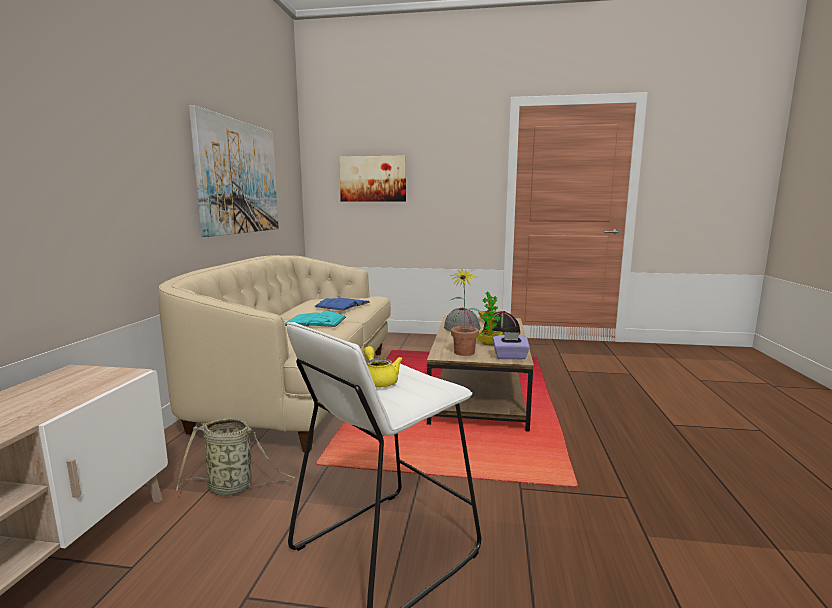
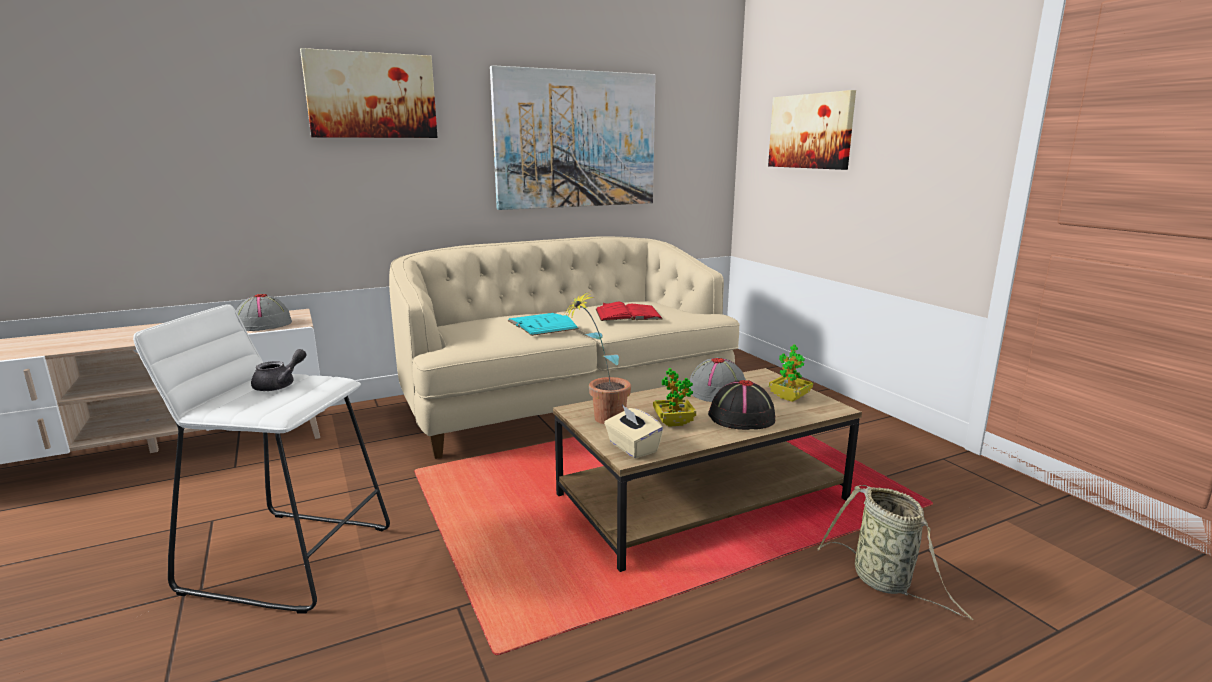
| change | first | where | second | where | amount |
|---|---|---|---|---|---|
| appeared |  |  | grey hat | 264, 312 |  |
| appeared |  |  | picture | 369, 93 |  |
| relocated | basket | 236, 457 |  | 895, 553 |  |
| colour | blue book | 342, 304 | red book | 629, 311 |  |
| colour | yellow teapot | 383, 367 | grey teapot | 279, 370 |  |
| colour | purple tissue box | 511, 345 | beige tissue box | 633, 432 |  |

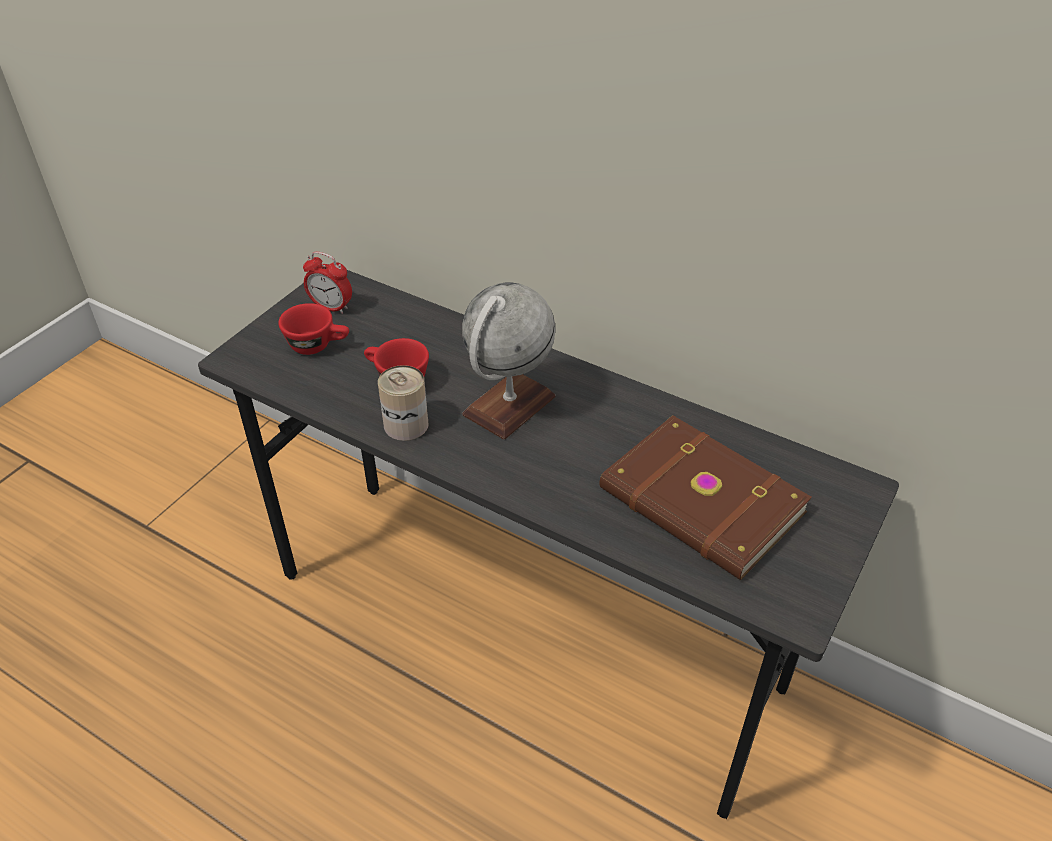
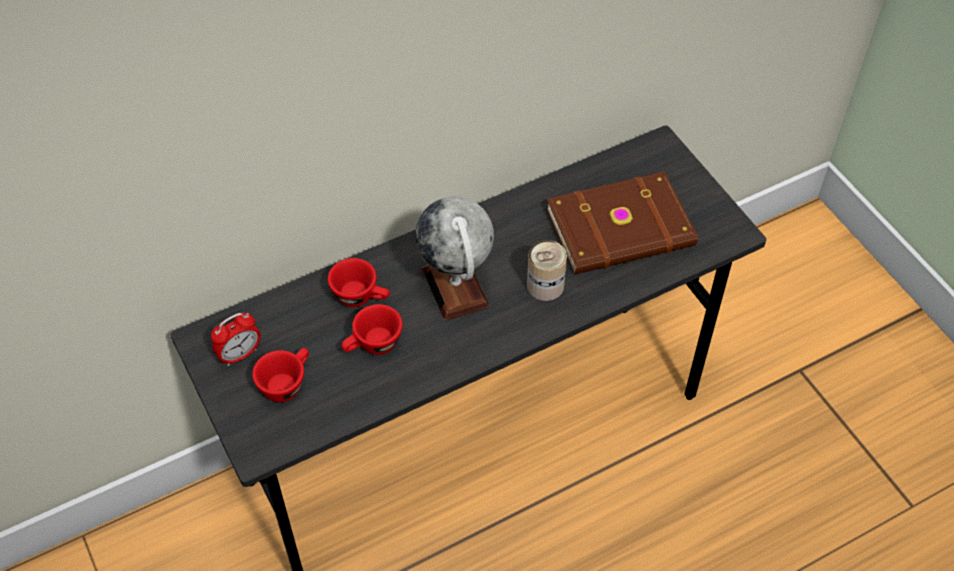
| change | first | where | second | where | amount |
|---|---|---|---|---|---|
| appeared |  |  | red cup | 359, 282 |  |
| relocated | can | 403, 403 |  | 547, 270 |  |

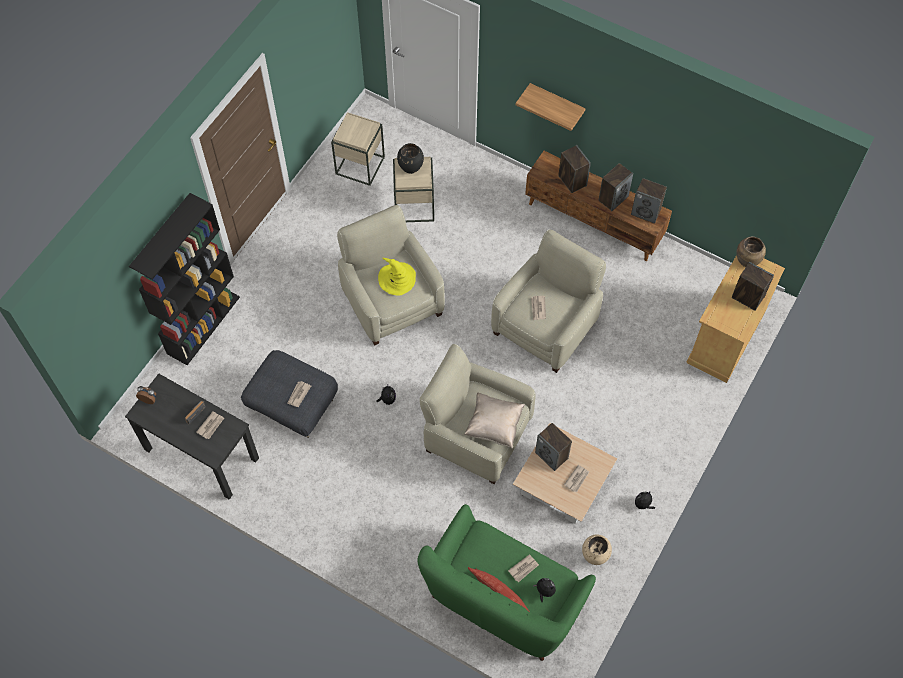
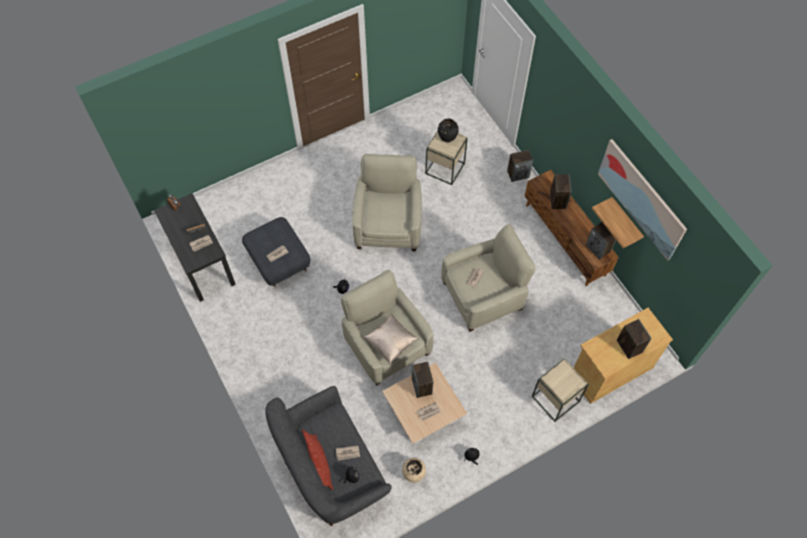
| change | first | where | second | where | amount |
|---|---|---|---|---|---|
| missing | black bookcase | 184, 279 |  |  |  |
| missing | yellow hat | 397, 277 |  |  |  |
| missing | brown vase | 751, 252 |  |  |  |
| appeared |  |  | picture | 642, 200 |  |
| relocated | beige side table | 358, 149 |  | 560, 390 |  |
| relocated | shelf | 551, 107 |  | 618, 222 |  |
| relocated | speaker | 615, 187 |  | 520, 166 |  |
| colour | green sofa | 506, 582 | grey sofa | 328, 456 |  |

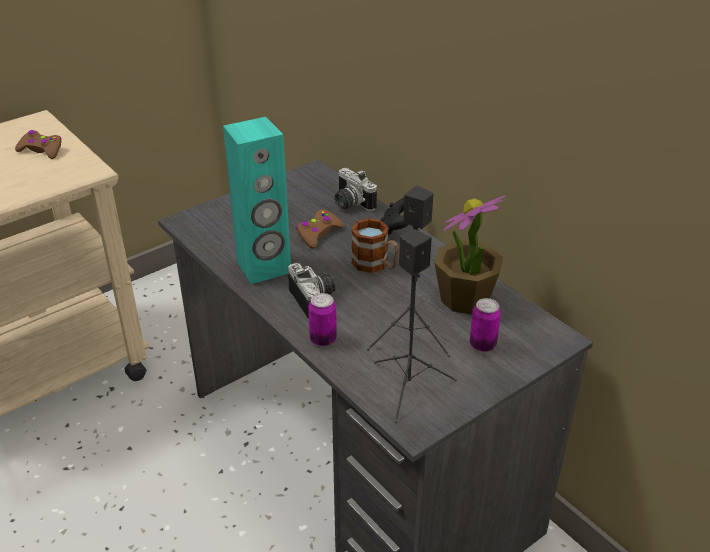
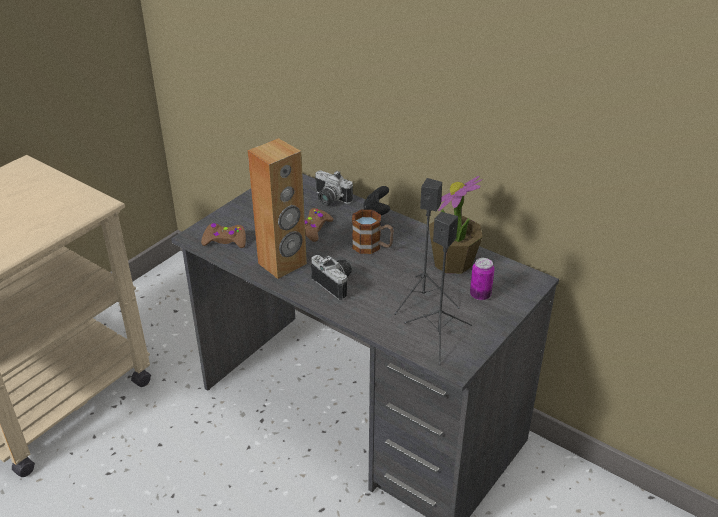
| change | first | where | second | where | amount |
|---|---|---|---|---|---|
| missing | can | 322, 319 |  |  |  |
| relocated | brown game controller | 38, 144 |  | 223, 235 |  |
| colour | turquoise speaker | 257, 200 | brown speaker | 277, 208 |  |

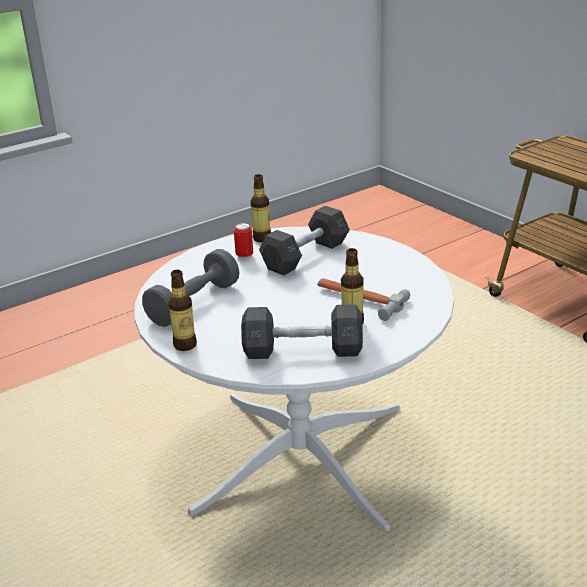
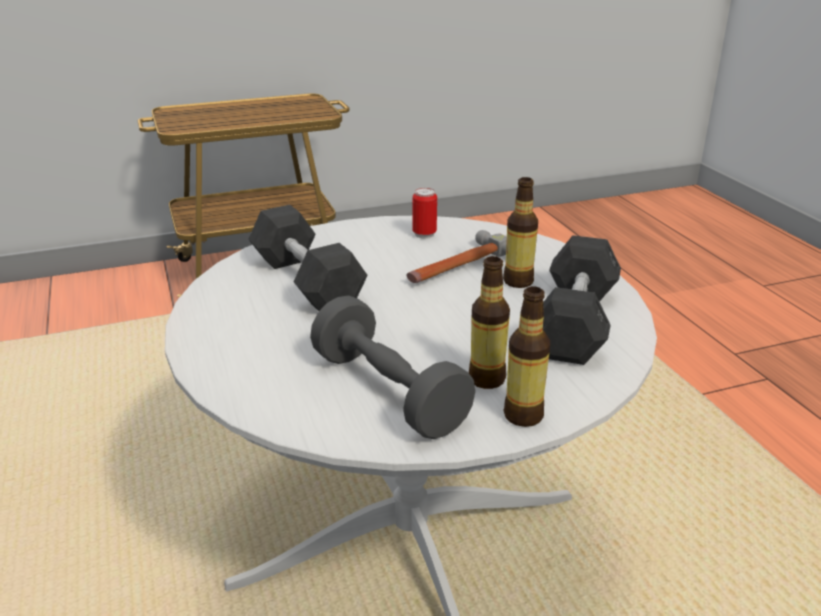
| change | first | where | second | where | amount |
|---|---|---|---|---|---|
| relocated | can | 243, 241 |  | 424, 213 |  |
| relocated | bottle | 260, 208 |  | 489, 322 |  |

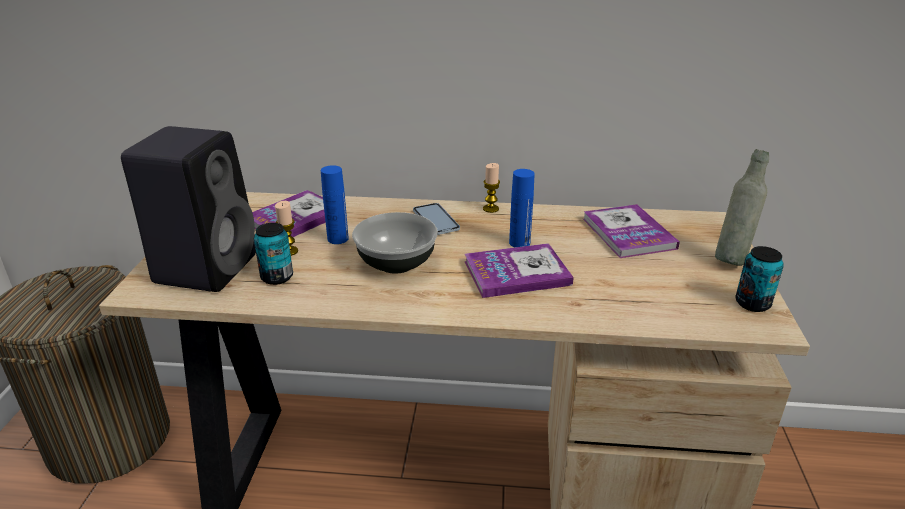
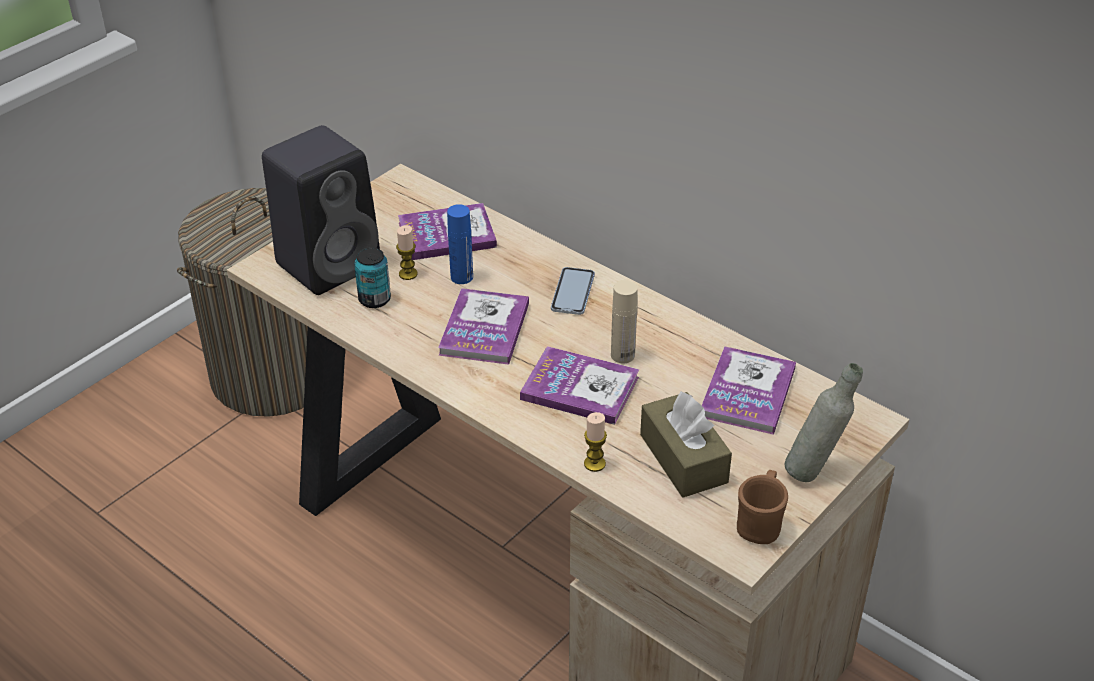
| change | first | where | second | where | amount |
|---|---|---|---|---|---|
| appeared |  |  | brown tissue box | 686, 444 |  |
| relocated | candle | 491, 188 |  | 595, 442 |  |
| exchanged | bowl | 395, 243 | book | 483, 326 |  |
| exchanged | can | 759, 279 | brown mug | 762, 507 |  |
| colour | blue bottle | 522, 208 | beige bottle | 624, 321 |  |

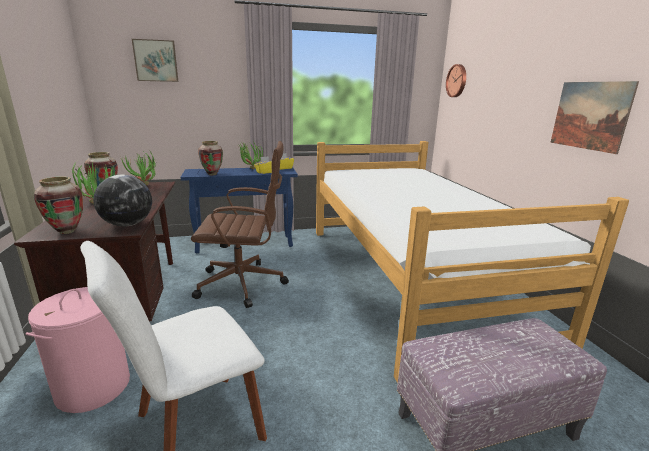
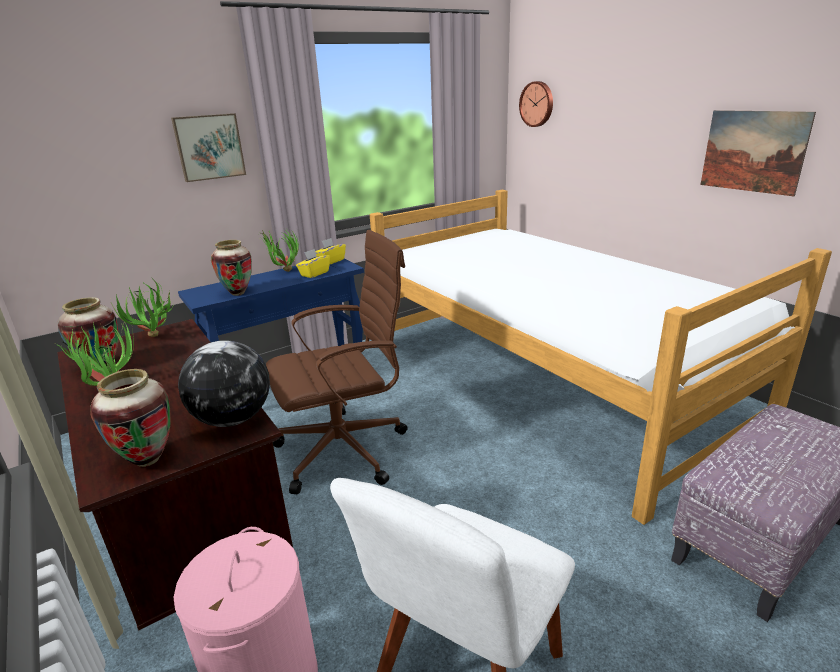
| change | first | where | second | where | amount |
|---|---|---|---|---|---|
| relocated | picture | 155, 60 |  | 208, 147 |  |

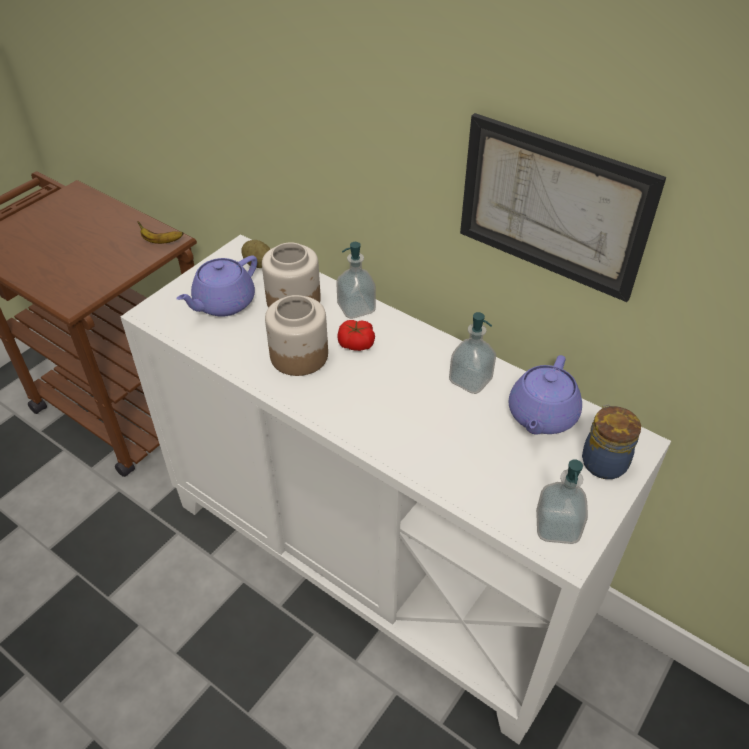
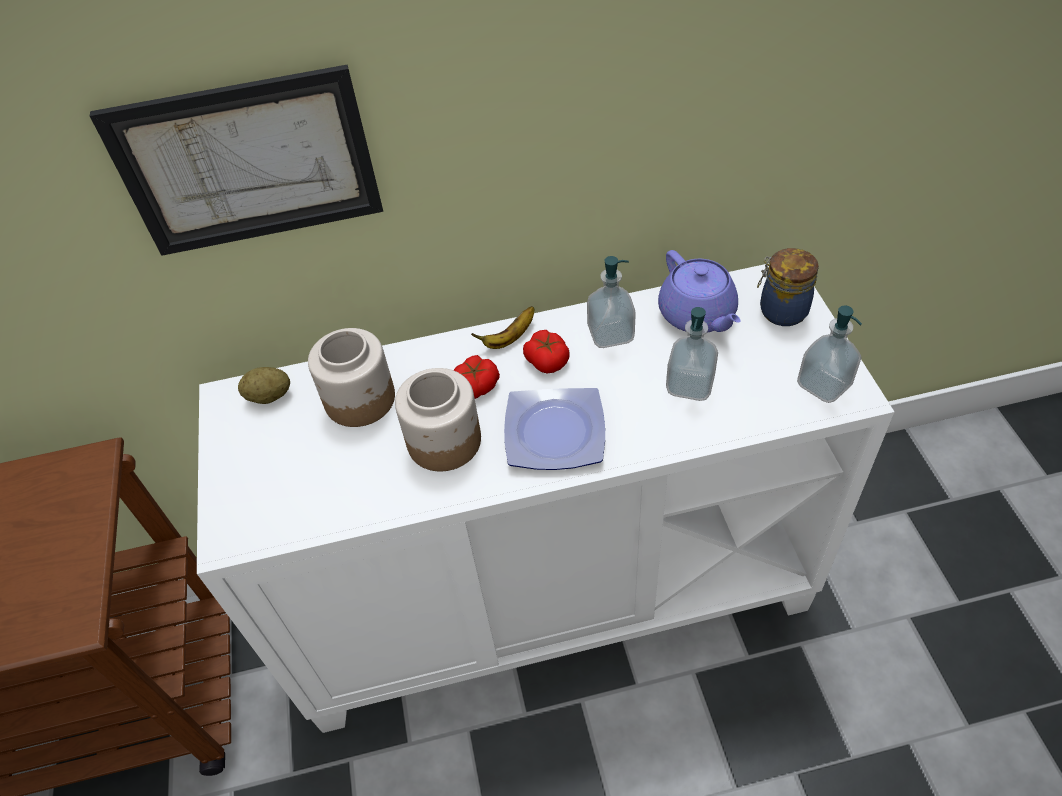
| change | first | where | second | where | amount |
|---|---|---|---|---|---|
| missing | purple teapot | 216, 286 |  |  |  |
| appeared |  |  | plate | 554, 429 |  |
| appeared |  |  | tomato | 546, 352 |  |
| relocated | banana | 160, 232 |  | 502, 327 |  |
| relocated | soap dispenser | 356, 280 |  | 692, 354 |  |
| relocated | picture | 563, 207 |  | 236, 160 |  |

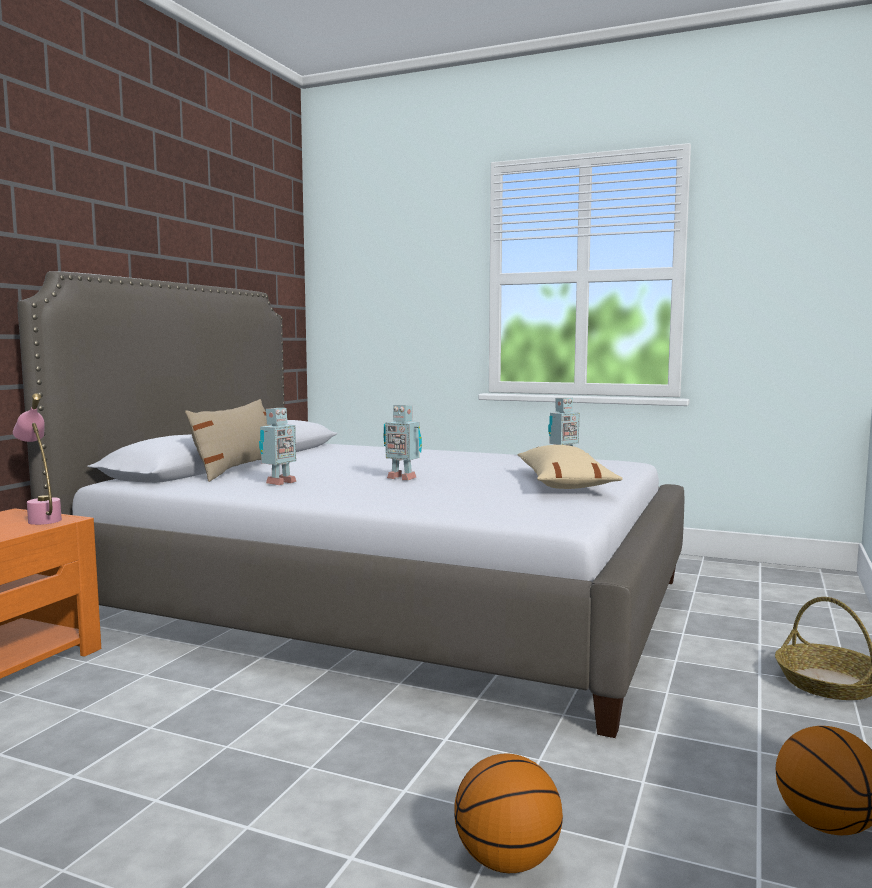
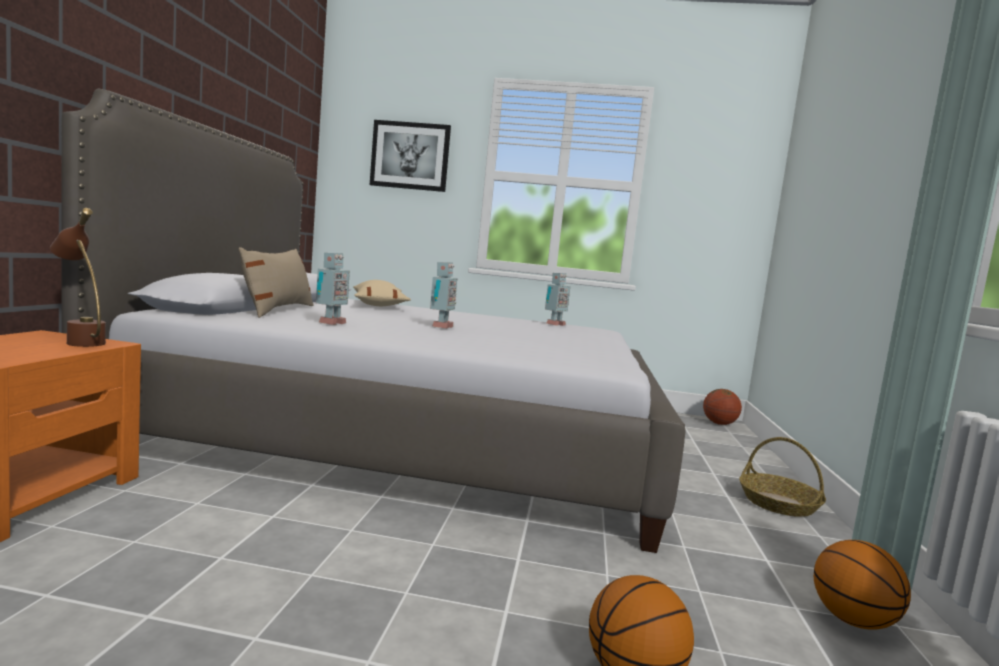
| change | first | where | second | where | amount |
|---|---|---|---|---|---|
| appeared |  |  | picture | 410, 156 |  |
| appeared |  |  | basketball | 722, 407 |  |
| relocated | beige pillow | 570, 467 |  | 382, 293 |  |
| colour | pink table lamp | 37, 459 | brown table lamp | 78, 277 |  |
| spun | toy robot | 402, 442 |  | 443, 295 | 90 degrees counterclockwise |

